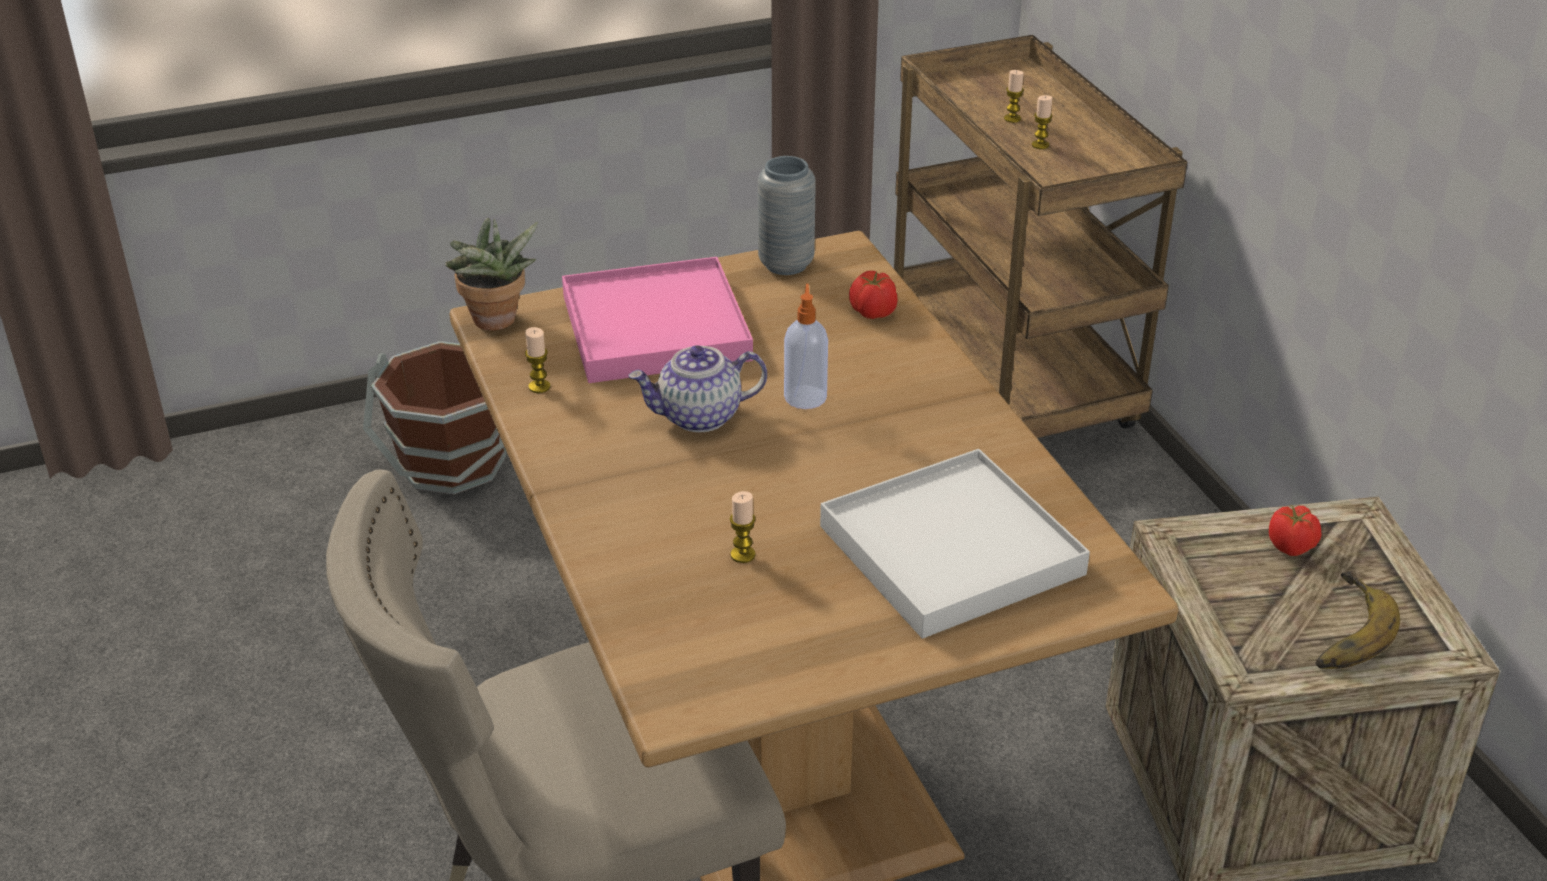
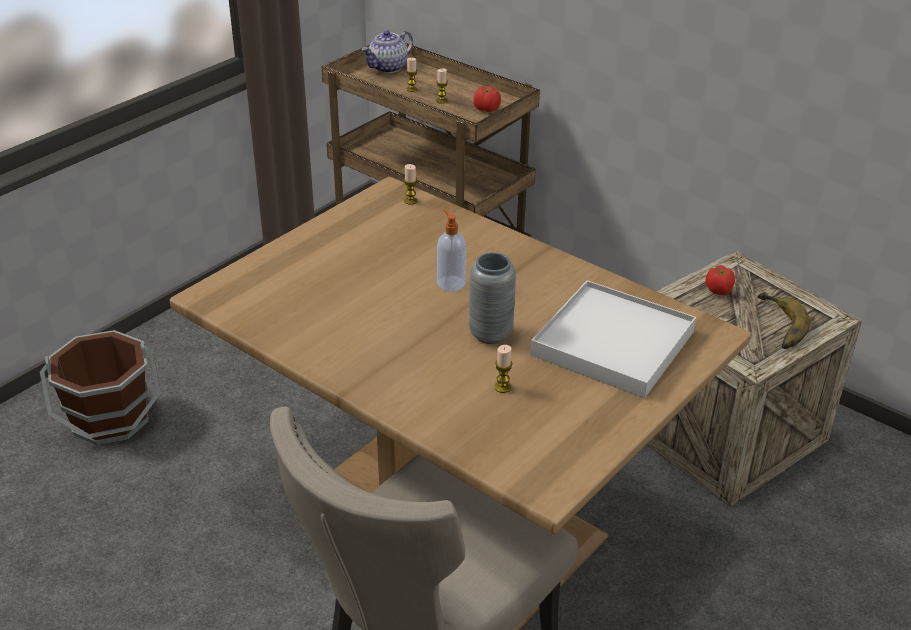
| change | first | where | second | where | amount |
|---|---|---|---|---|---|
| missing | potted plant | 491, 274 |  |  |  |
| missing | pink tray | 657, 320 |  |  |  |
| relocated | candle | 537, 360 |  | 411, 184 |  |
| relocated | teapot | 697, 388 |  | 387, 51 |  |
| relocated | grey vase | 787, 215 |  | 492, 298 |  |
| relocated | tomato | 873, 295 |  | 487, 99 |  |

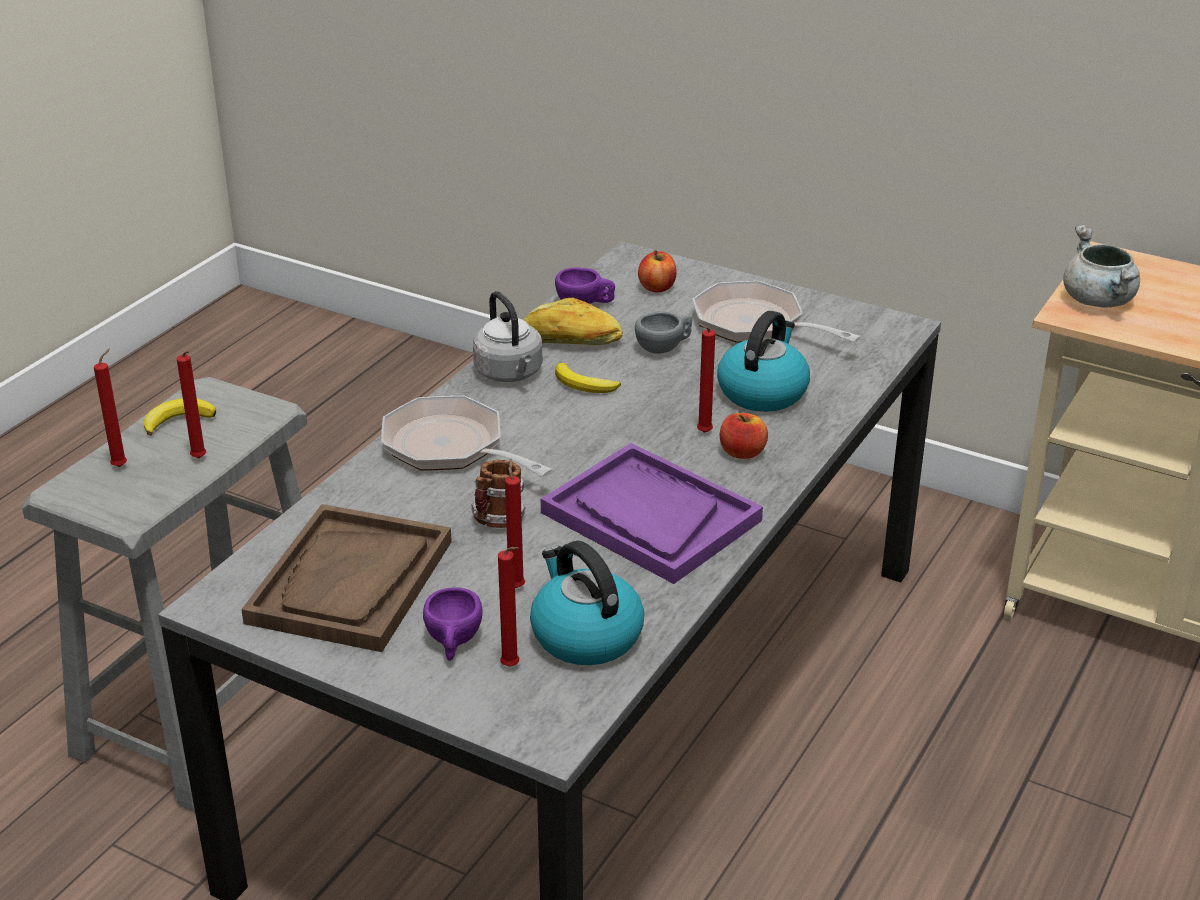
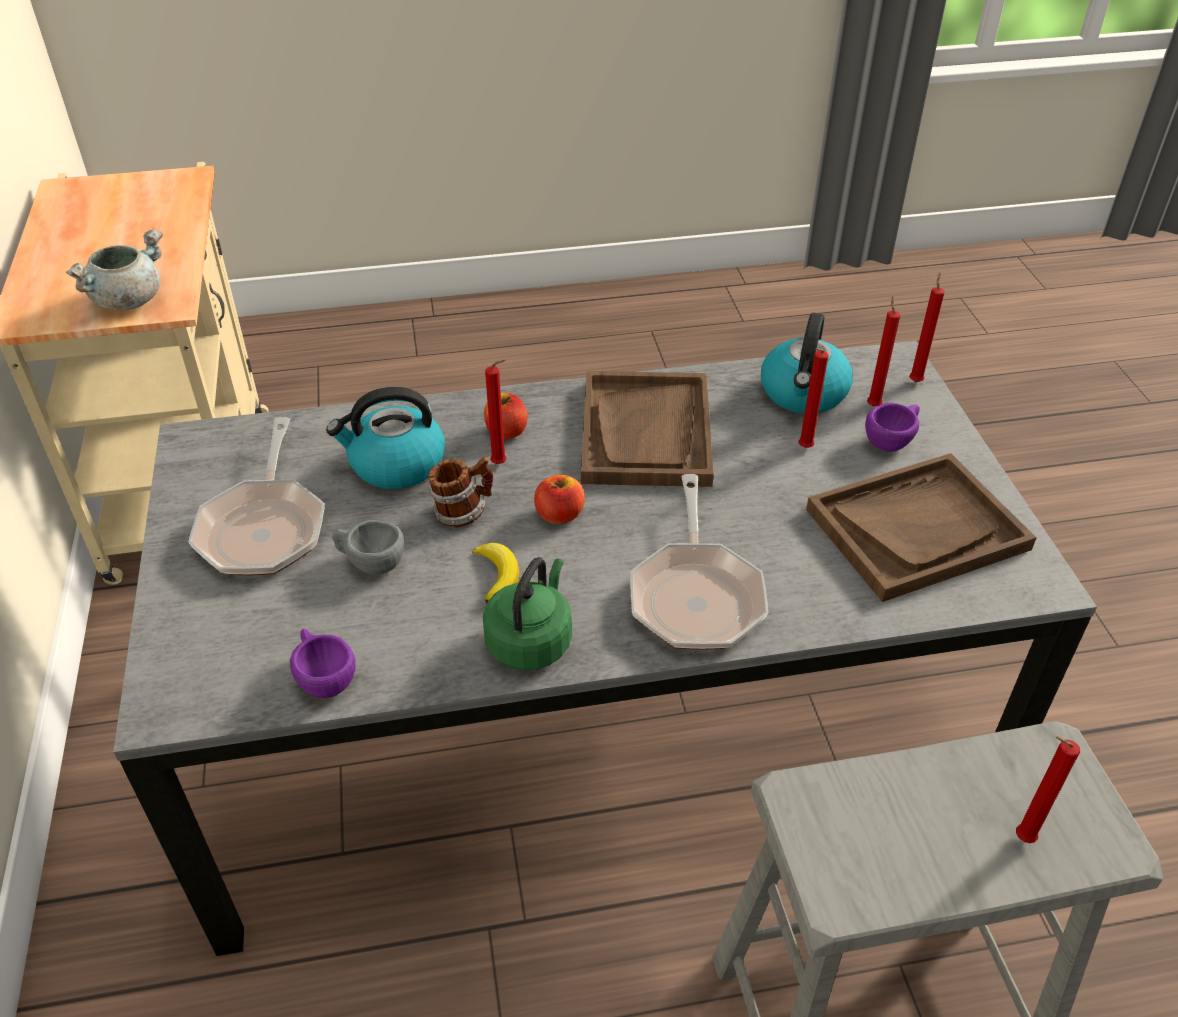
| change | first | where | second | where | amount |
|---|---|---|---|---|---|
| missing | banana | 180, 417 |  |  |  |
| missing | bread | 573, 321 |  |  |  |
| relocated | red candle | 191, 404 |  | 927, 327 |  |
| relocated | mug | 498, 494 |  | 460, 492 |  |
| relocated | apple | 657, 271 |  | 559, 499 |  |
| colour | grey kettle | 508, 336 | green kettle | 527, 613 |  |
| colour | purple tray | 652, 513 | brown tray | 647, 429 |  |

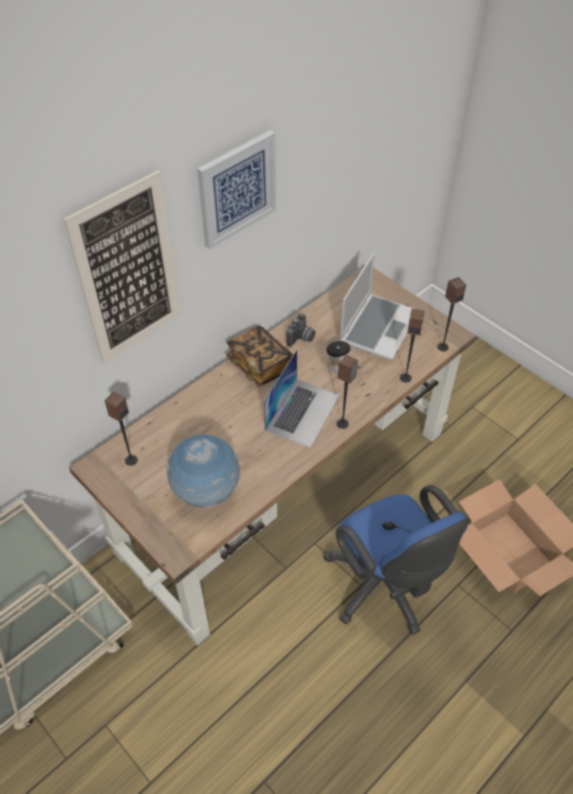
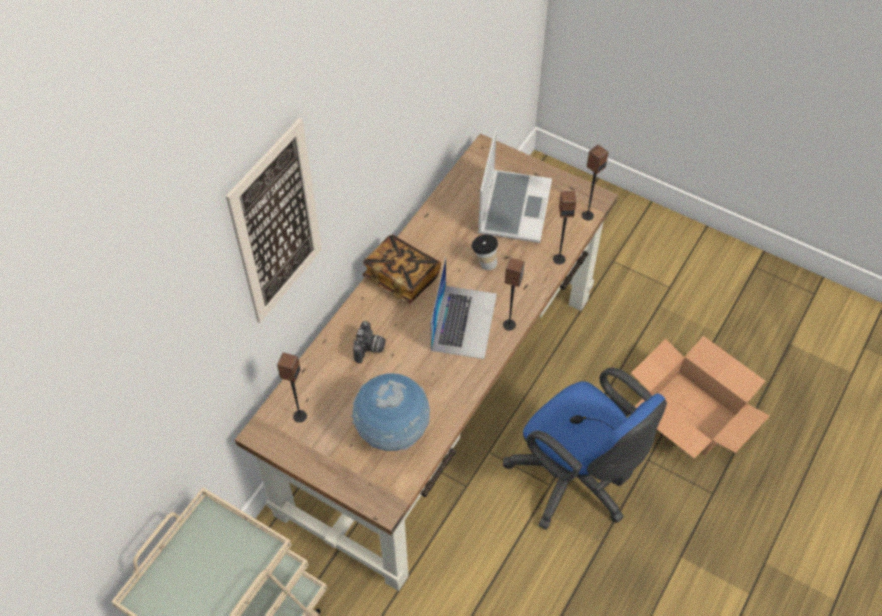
| change | first | where | second | where | amount |
|---|---|---|---|---|---|
| missing | picture | 236, 189 |  |  |  |
| relocated | photo camera | 300, 330 |  | 369, 342 |  |

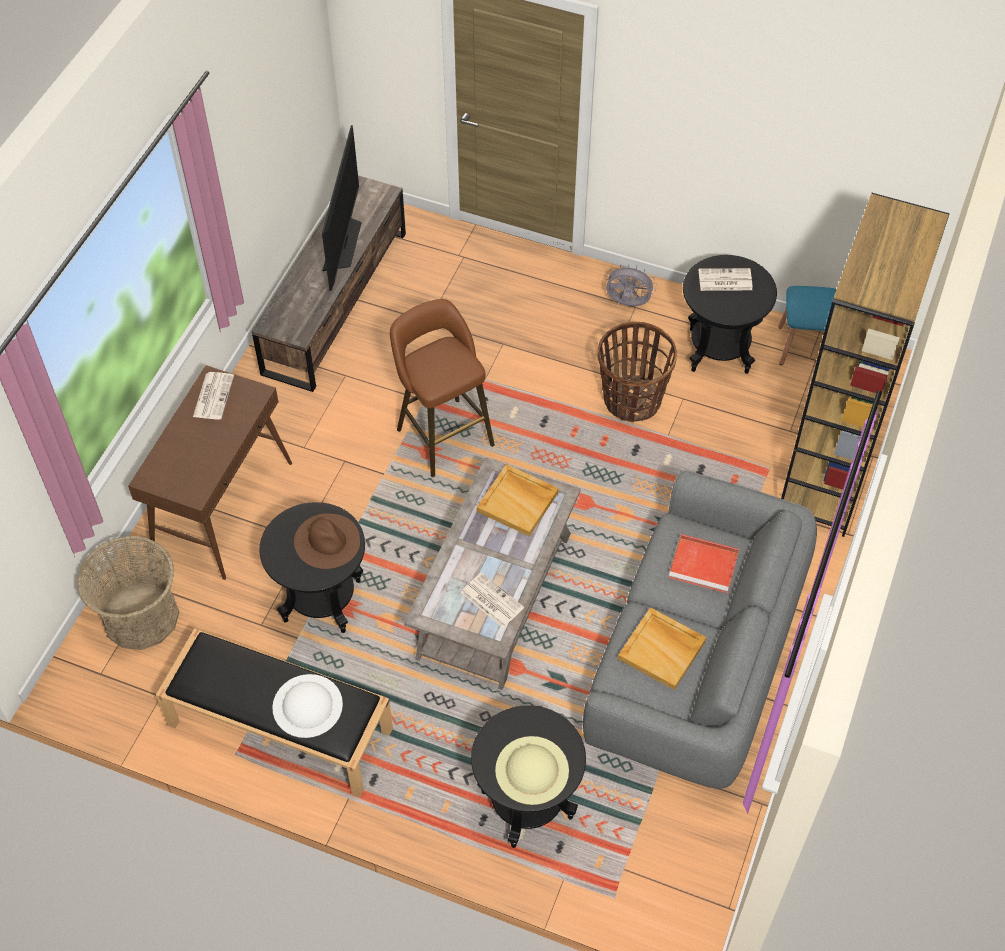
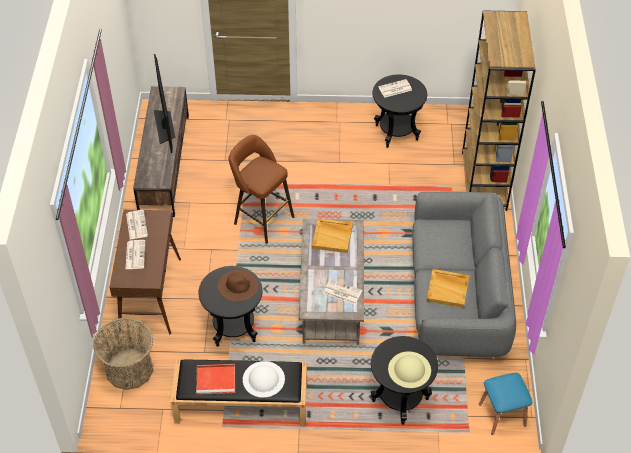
| change | first | where | second | where | amount |
|---|---|---|---|---|---|
| missing | basket | 637, 372 |  |  |  |
| missing | grey fan | 631, 285 |  |  |  |
| appeared |  |  | newspaper | 135, 254 |  |
| relocated | red tray | 703, 563 |  | 215, 379 |  |
| relocated | blue stool | 808, 325 |  | 505, 404 |  |

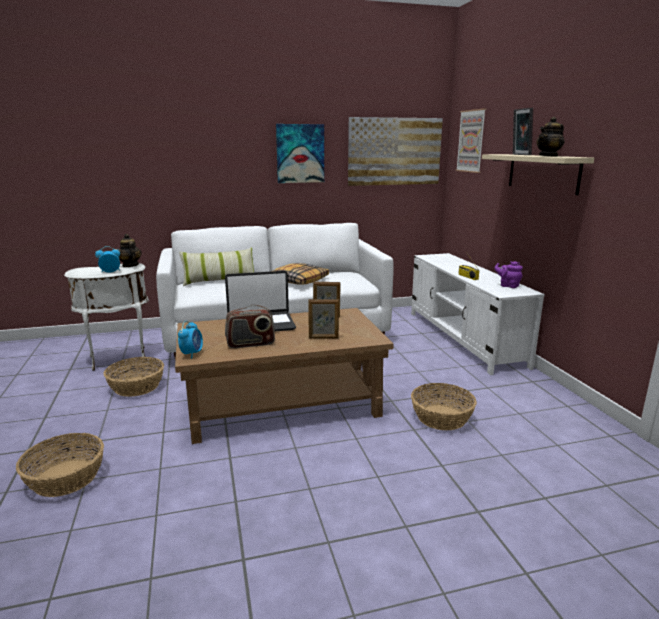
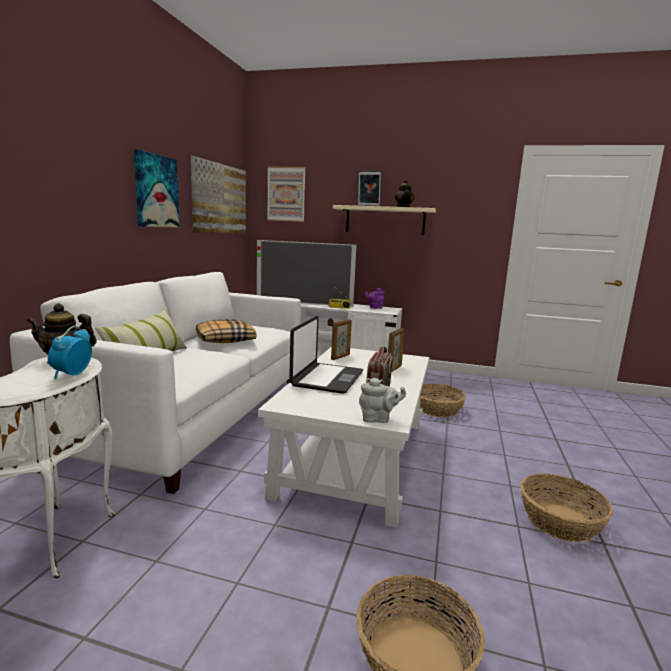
| change | first | where | second | where | amount |
|---|---|---|---|---|---|
| appeared |  |  | television | 307, 273 |  |
| relocated | basket | 134, 377 |  | 566, 507 |  |
| exchanged | alarm clock | 190, 340 | grey teapot | 382, 400 |  |
| colour | brown coffee table | 284, 376 | white coffee table | 343, 437 |  |

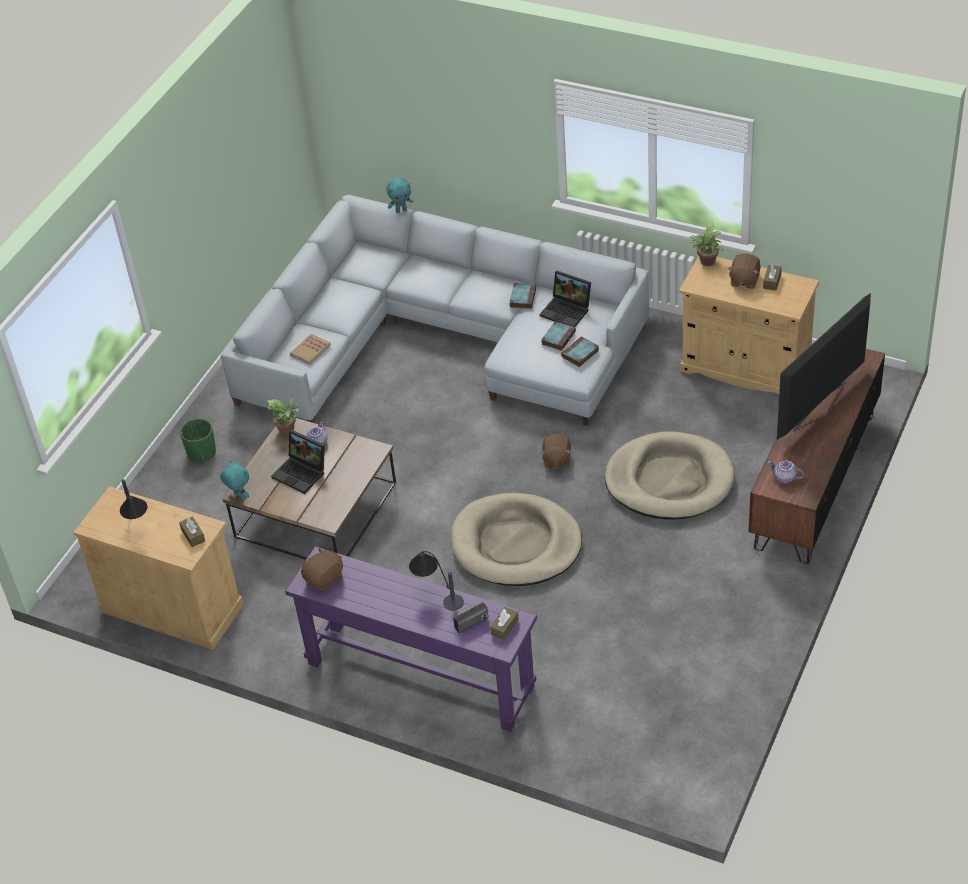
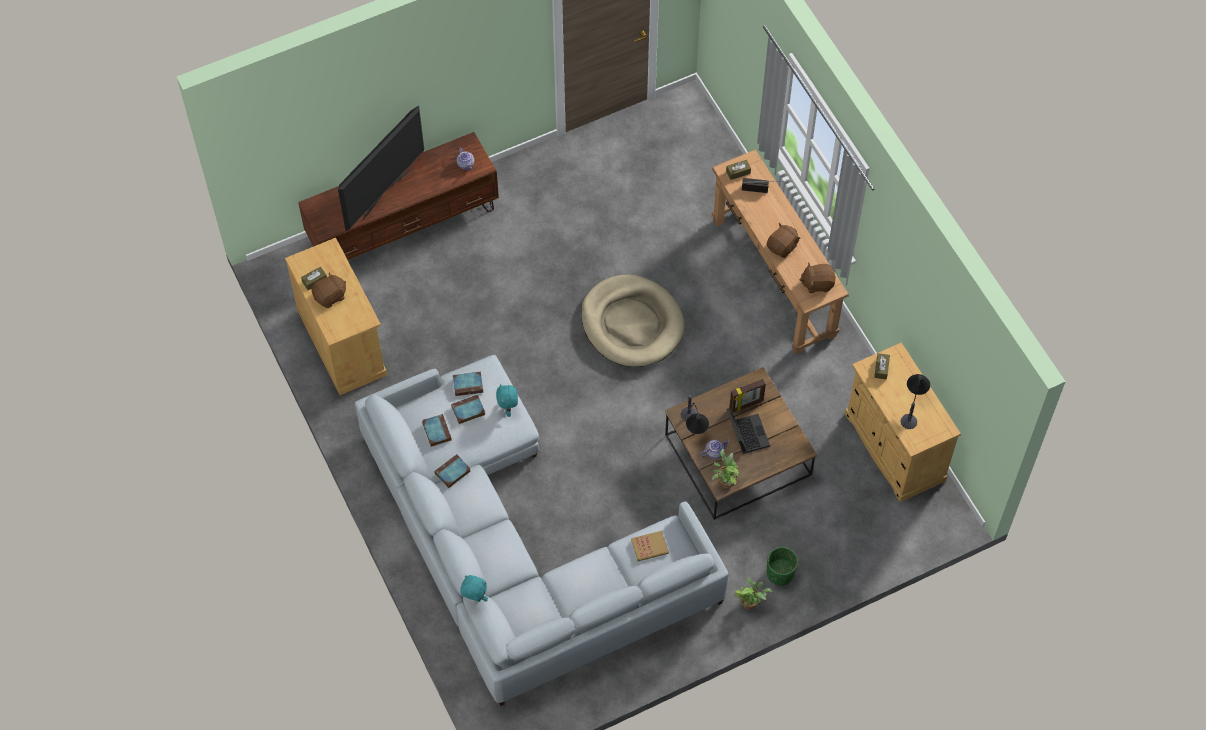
| change | first | where | second | where | amount |
|---|---|---|---|---|---|
| missing | beige dog bed | 669, 475 |  |  |  |
| appeared |  |  | picture frame | 747, 396 |  |
| relocated | turquoise plush toy | 234, 480 |  | 507, 400 |  |
| relocated | table lamp | 436, 581 |  | 695, 415 |  |
| relocated | brown plush toy | 555, 451 |  | 784, 240 |  |
| relocated | potted plant | 706, 244 |  | 753, 593 |  |
| exchanged | laptop | 565, 299 | book | 437, 430 |  |
| colour | purple console table | 411, 639 | brown console table | 780, 252 |  |
| spun | television | 824, 366 |  | 381, 168 | 45 degrees counterclockwise |

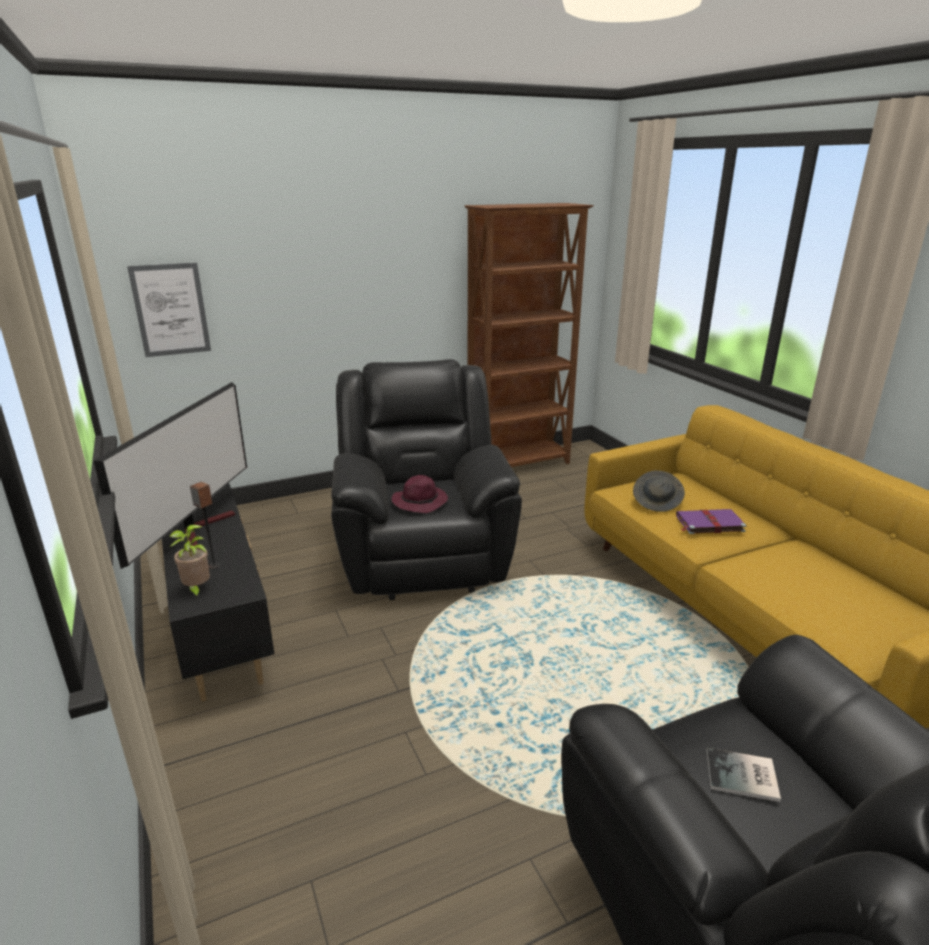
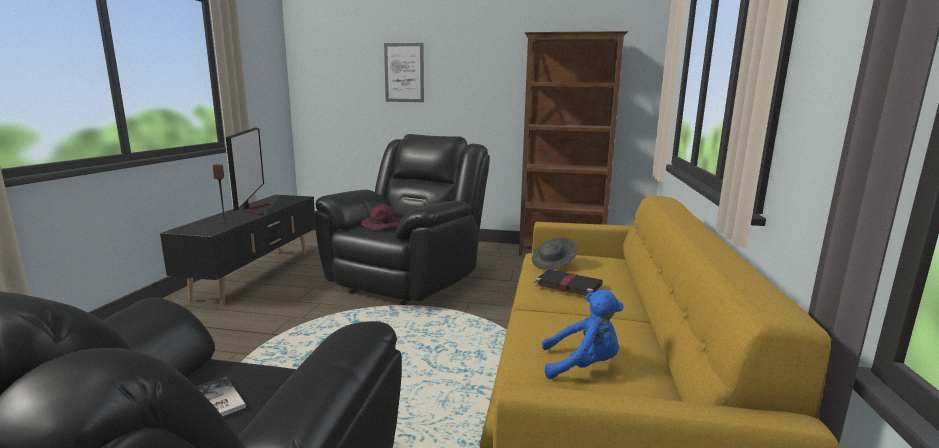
| change | first | where | second | where | amount |
|---|---|---|---|---|---|
| missing | potted plant | 190, 561 |  |  |  |
| appeared |  |  | blue plush toy | 582, 334 |  |
| relocated | picture | 169, 310 |  | 404, 72 |  |
| colour | purple book | 711, 521 | black book | 568, 282 |  |
| spun | television | 170, 475 |  | 248, 171 | 60 degrees counterclockwise |

